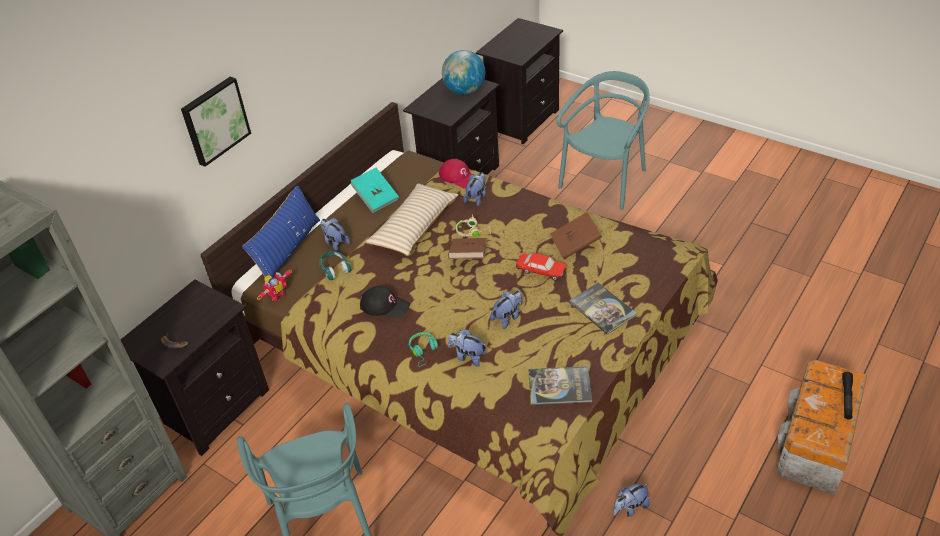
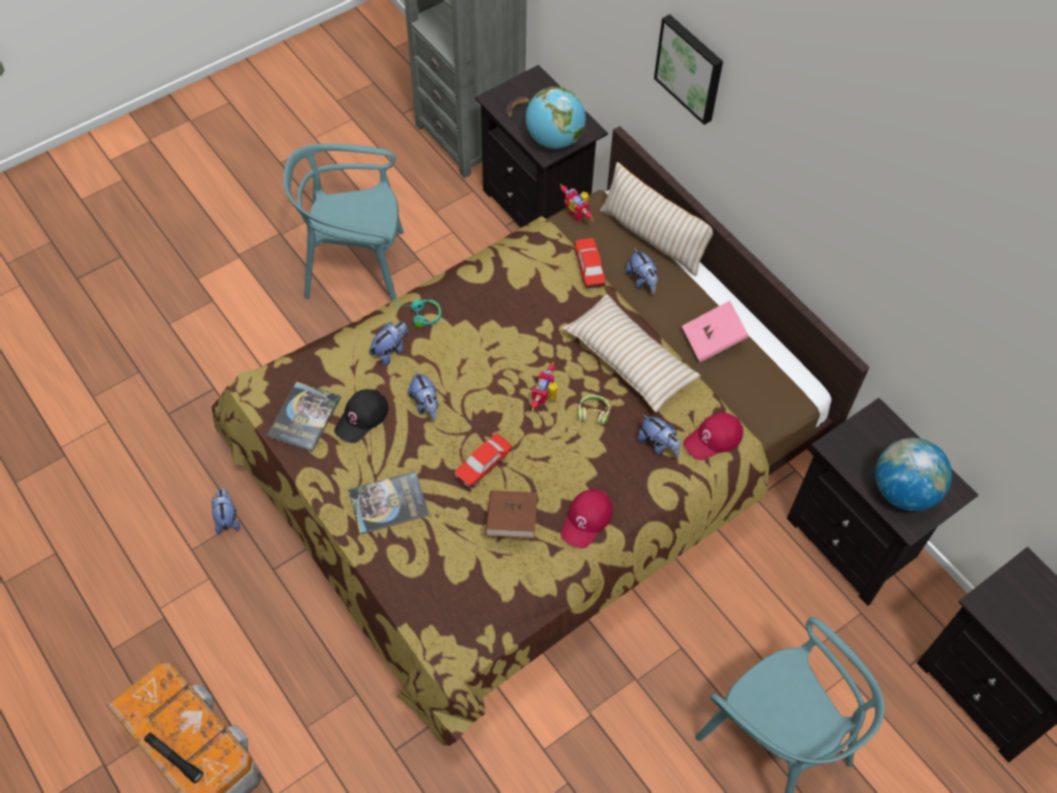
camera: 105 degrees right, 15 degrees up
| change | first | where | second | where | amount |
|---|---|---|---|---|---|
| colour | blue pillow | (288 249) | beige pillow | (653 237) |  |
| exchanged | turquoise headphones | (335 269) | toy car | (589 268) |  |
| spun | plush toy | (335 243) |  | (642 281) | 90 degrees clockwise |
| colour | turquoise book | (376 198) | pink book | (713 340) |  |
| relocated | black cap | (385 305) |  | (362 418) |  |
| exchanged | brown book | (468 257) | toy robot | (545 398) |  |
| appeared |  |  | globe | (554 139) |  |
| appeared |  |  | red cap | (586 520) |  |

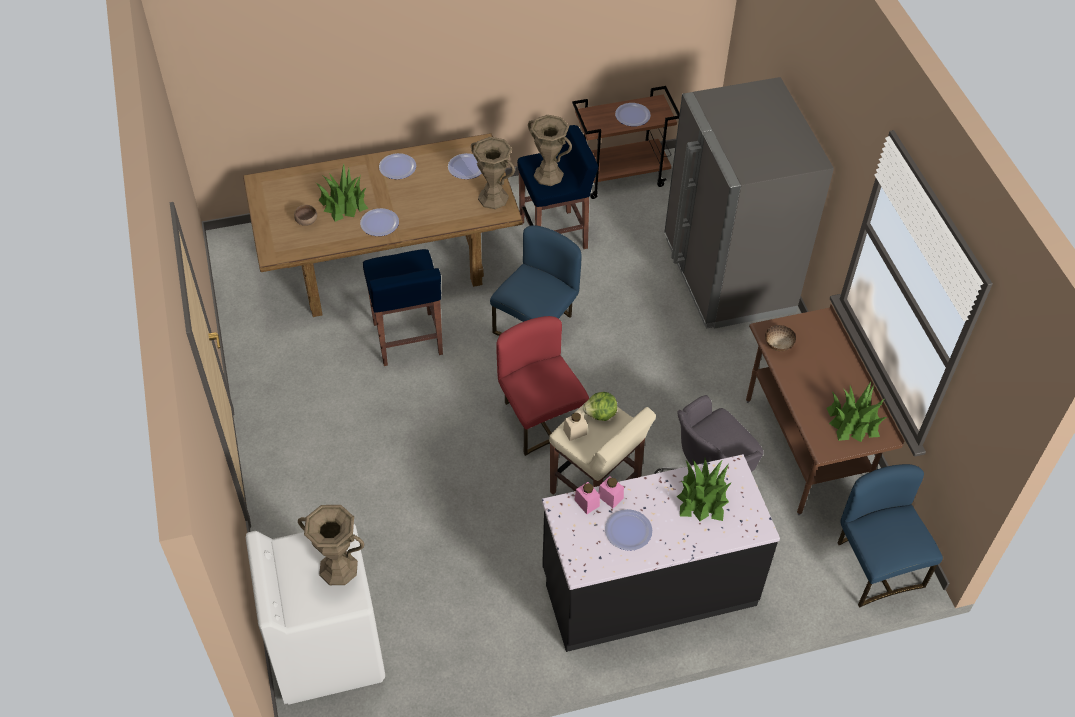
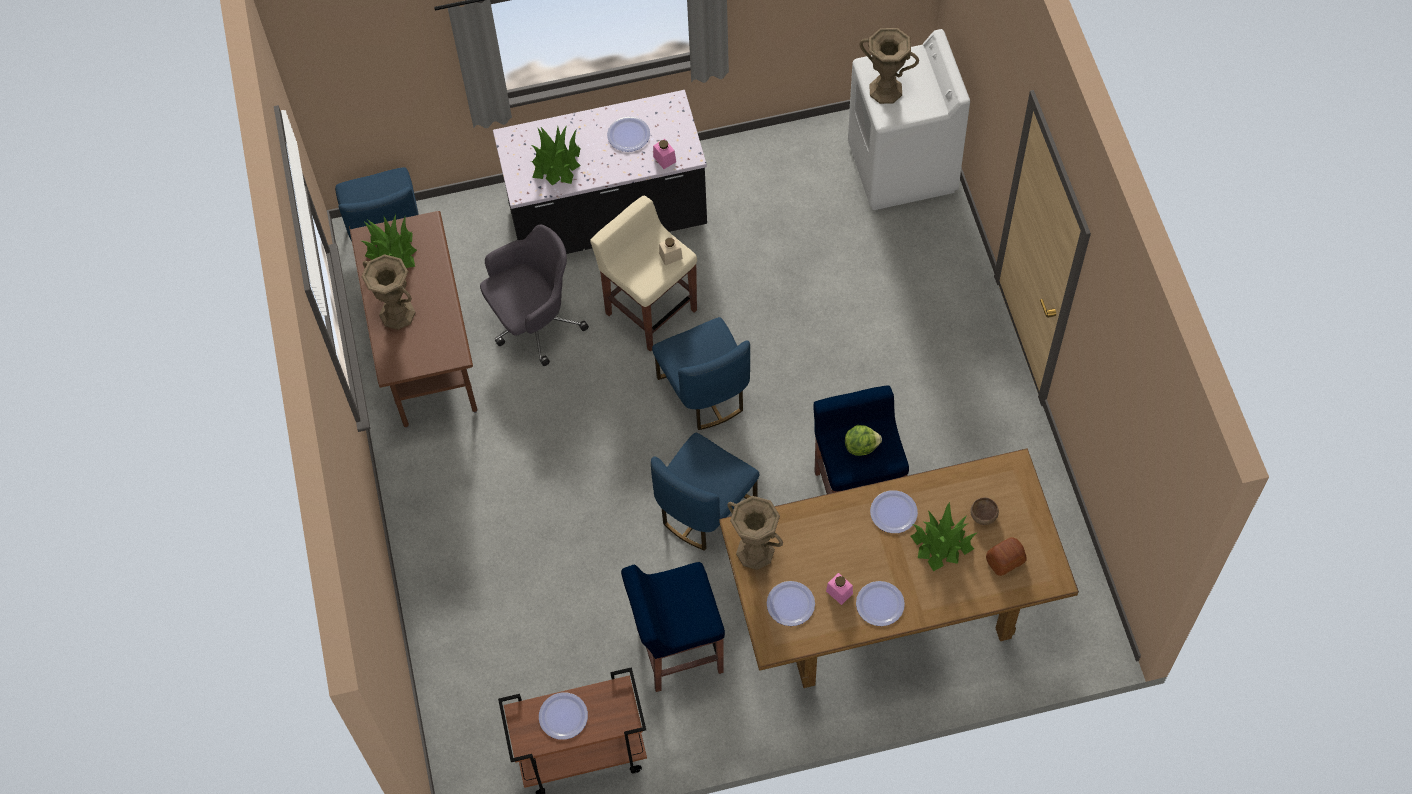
camera: 175 degrees left, 10 degrees up
| change | first | where | second | where | amount |
|---|---|---|---|---|---|
| colour | red chair | (540 418) | blue chair | (704 392) |  |
| relocated | brown vase | (548 175) |  | (397 314) |  |
| relocated | lettuce | (600 414) |  | (861 446) |  |
| relocated | pink jar | (610 497) |  | (839 592) |  |
| missing | grey fridge | (727 275) |  |  |  |
| missing | bowl | (778 345) |  |  |  |
| appeared |  |  | bread | (1004 560) |  |

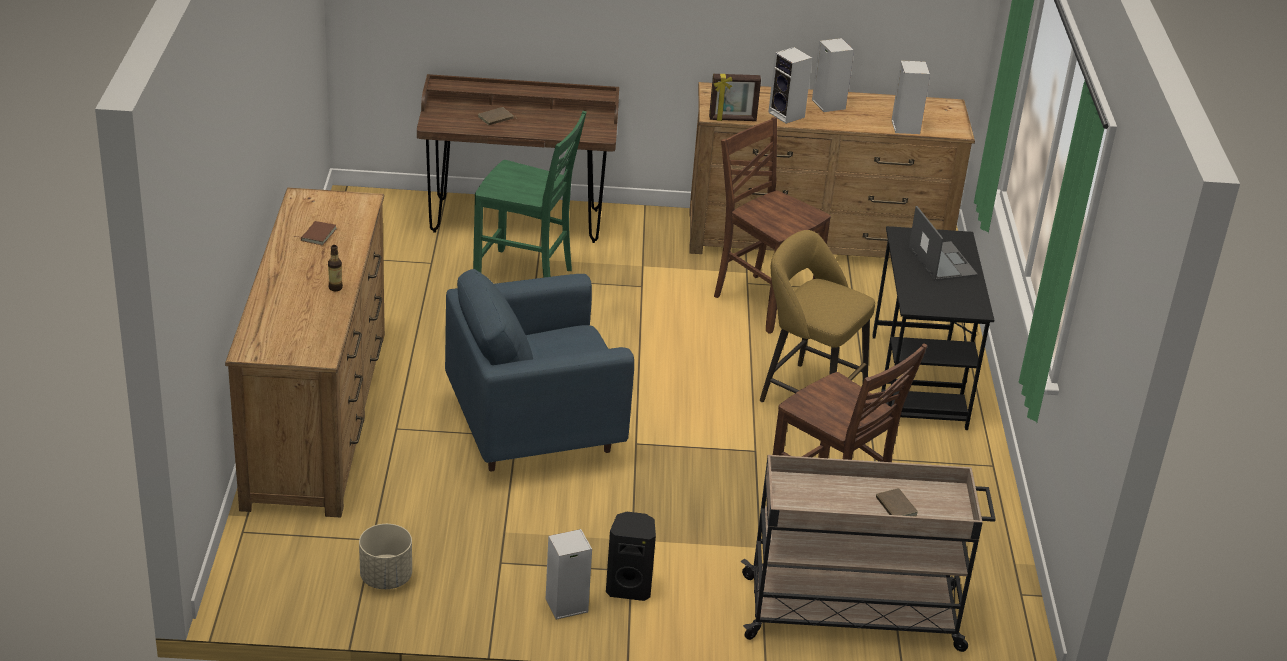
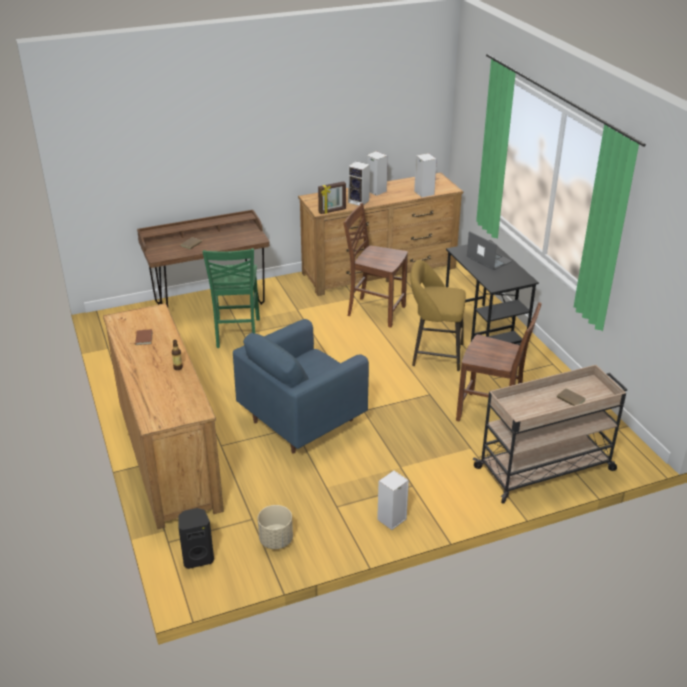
camera: 20 degrees left, 0 degrees up
| change | first | where | second | where | amount |
|---|---|---|---|---|---|
| spun | green chair | (525 276) |  | (236 334) | 90 degrees clockwise |
| relocated | black speaker | (629 587) |  | (198 557) |  |

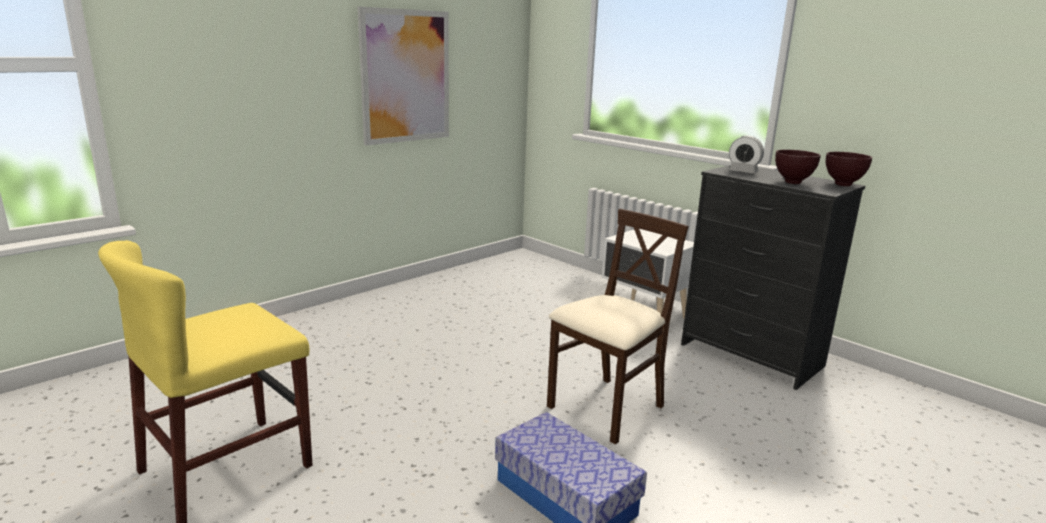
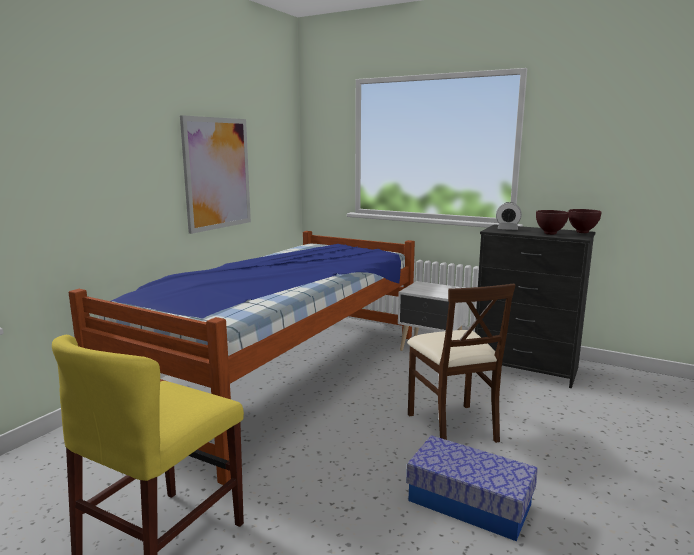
camera: 15 degrees left, 5 degrees down
| change | first | where | second | where | amount |
|---|---|---|---|---|---|
| spun | beige chair | (606 408) |  | (452 426) | 135 degrees clockwise |
| appeared |  |  | bed | (279 374) |  |

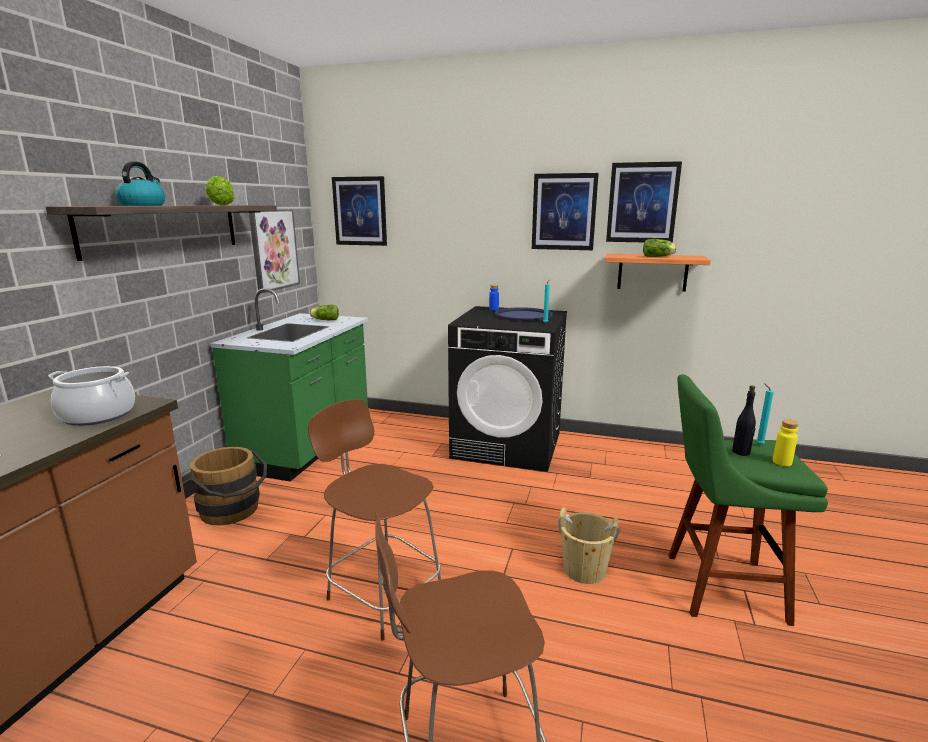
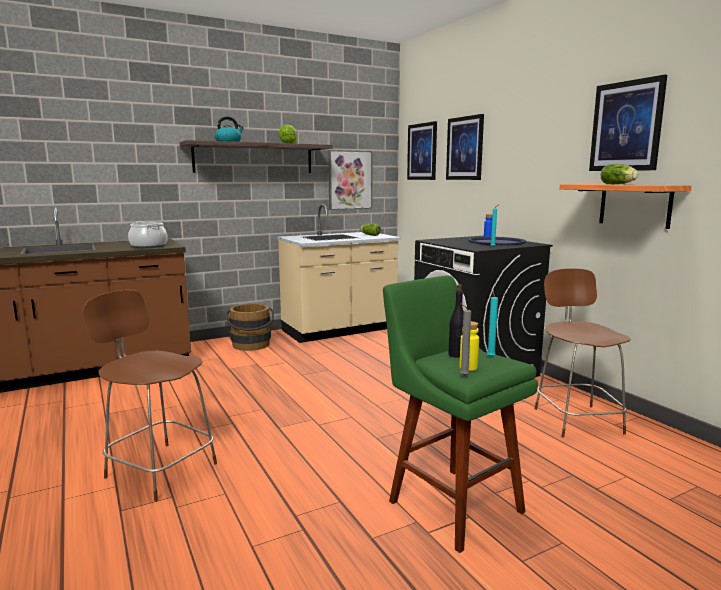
camera: 45 degrees right, 5 degrees down
| change | first | where | second | where | amount |
|---|---|---|---|---|---|
| colour | green counter | (308 447) | beige counter | (339 330) |  |
| relocated | brown chair | (382 593) |  | (576 419) |  |
| relocated | picture | (564 212) |  | (465 148) |  |
| missing | beige bucket | (584 570) |  |  |  |
| appeared |  |  | grey candle | (462 376) |  |

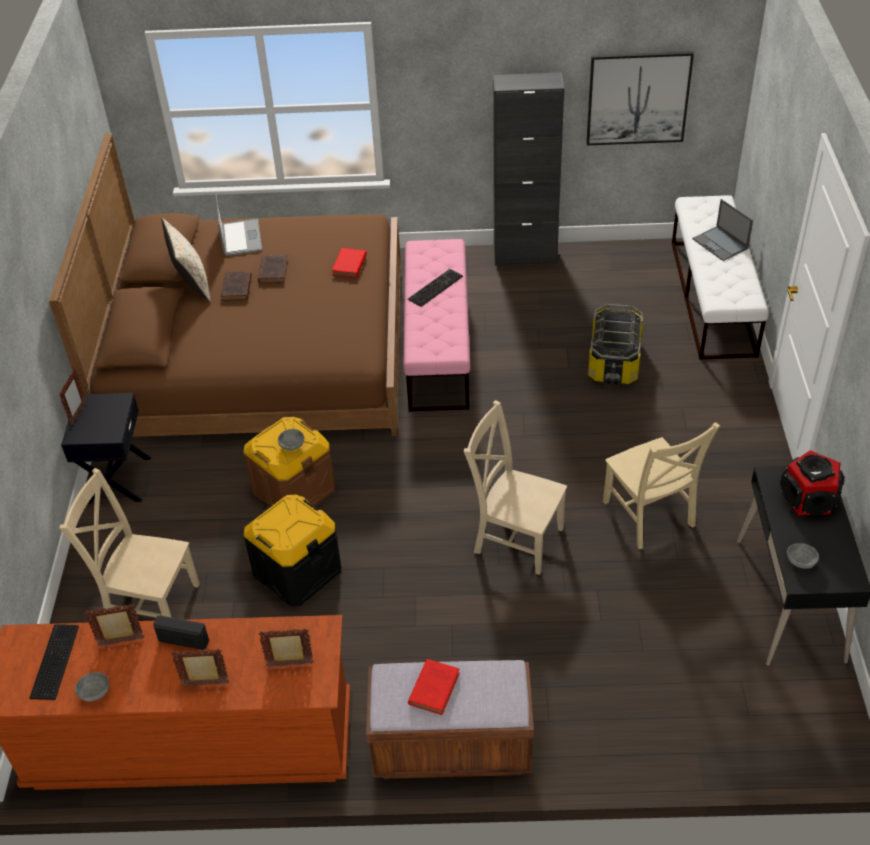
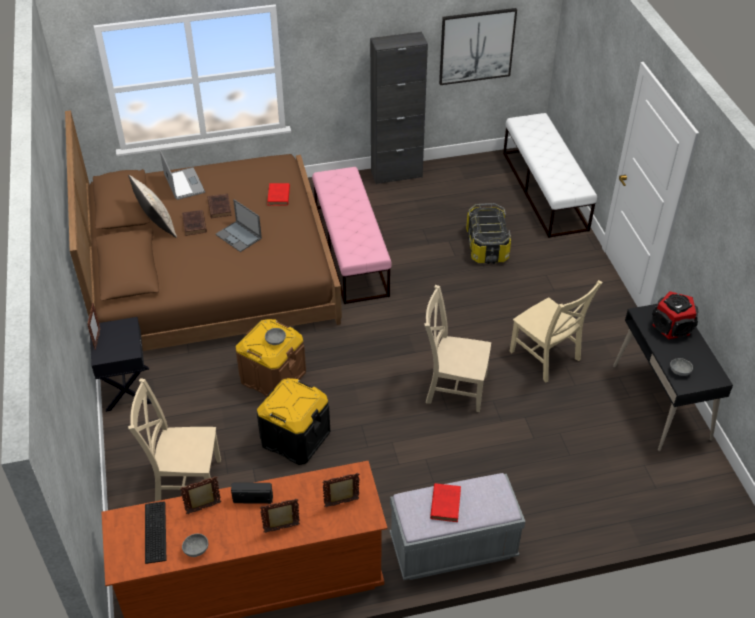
camera: 15 degrees left, 0 degrees up
| change | first | where | second | where | amount |
|---|---|---|---|---|---|
| colour | brown bench | (451 747) | grey bench | (453 548) |  |
| missing | keyboard | (434 287) |  |  |  |
| relocated | laptop | (720 244) |  | (239 236) |  |

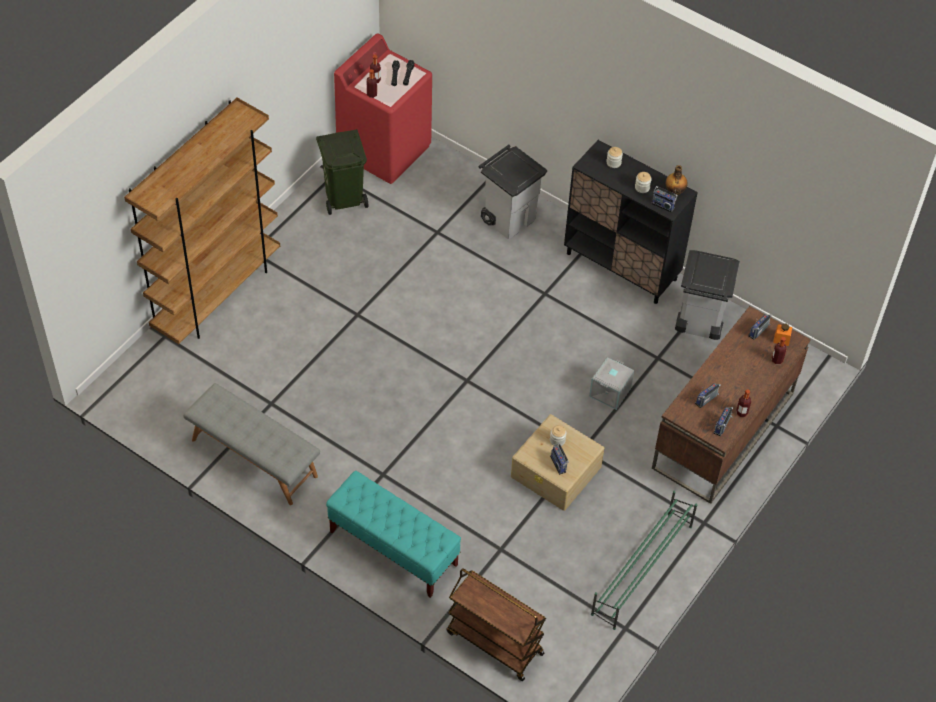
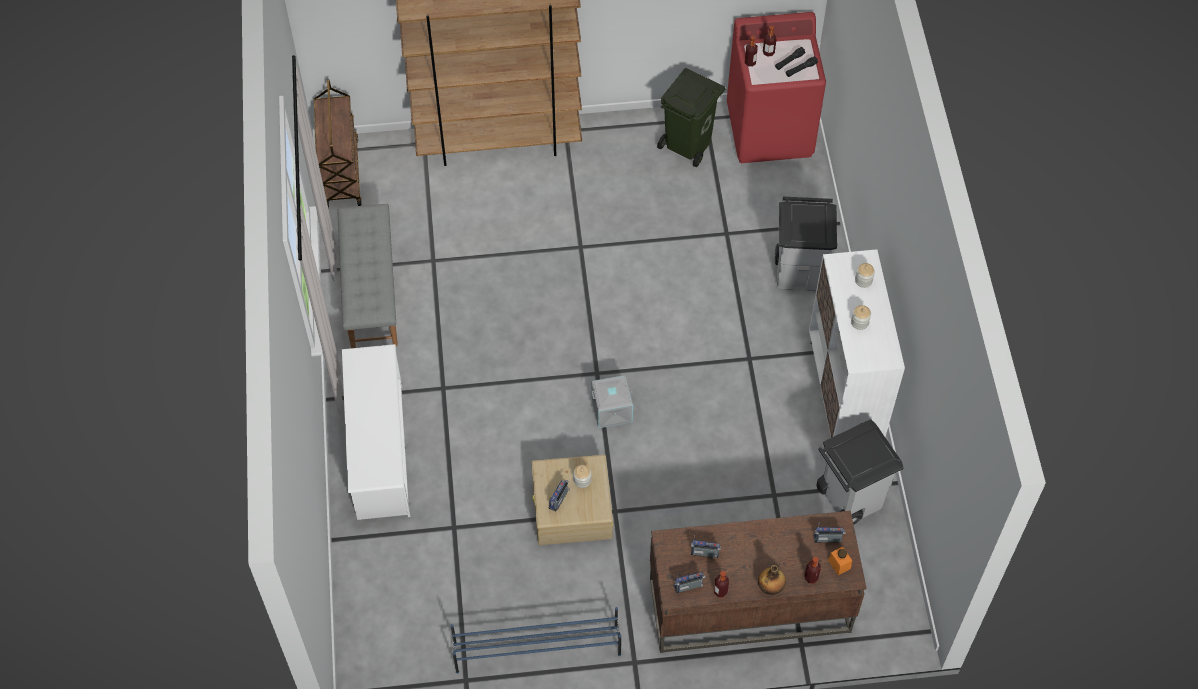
camera: 50 degrees right, 5 degrees up
| change | first | where | second | where | amount |
|---|---|---|---|---|---|
| exchanged | turquoise bench | (393 548) | white shoe rack | (379 451) |  |
| relocated | brown cart | (494 643) |  | (341 172) |  |
| colour | black cabinet | (622 266) | white cabinet | (844 392) |  |
| relocated | grey storage box | (610 392) |  | (611 411) |  |
| colour | green shoe rack | (641 570) | blue shoe rack | (536 649) |  |
| missing | radio | (663 205) |  |  |  |
| relocated | bottle | (675 191) |  | (770 587) |  |

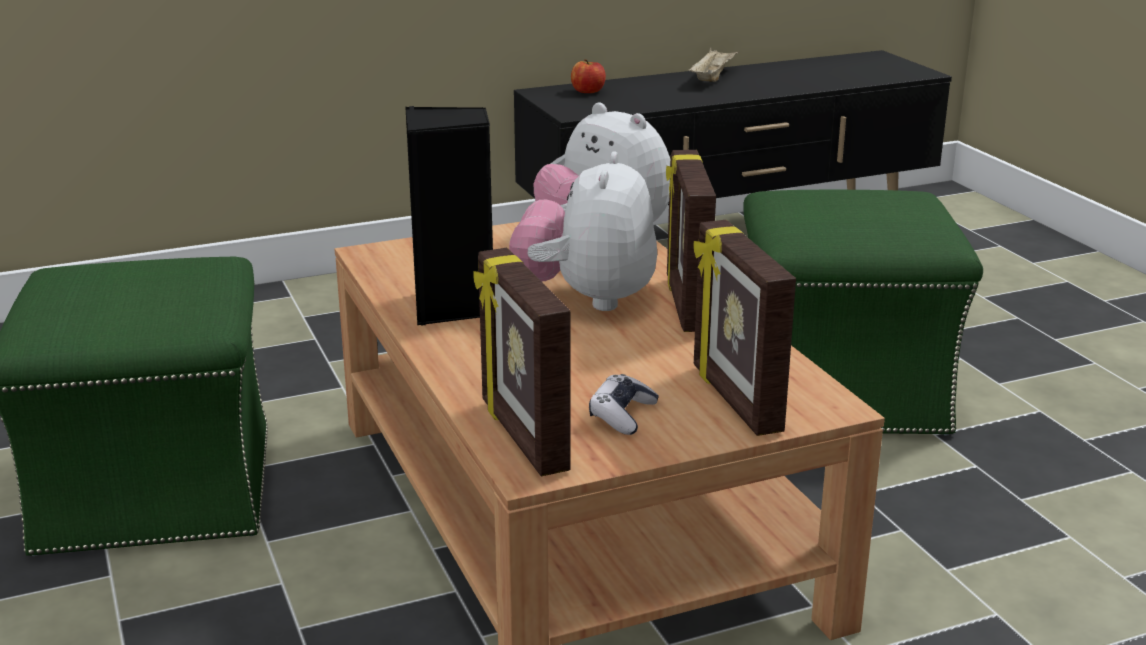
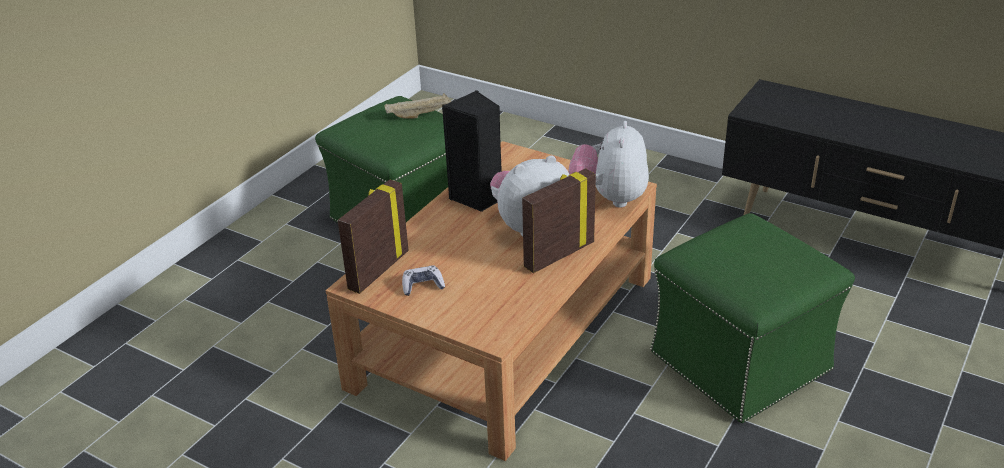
camera: 55 degrees right, 10 degrees up
| change | first | where | second | where | amount |
|---|---|---|---|---|---|
| missing | apple | (588 91) |  |  |  |
| relocated | beige tray | (712 78) |  | (420 115) |  |
| missing | picture frame | (734 399) |  |  |  |

